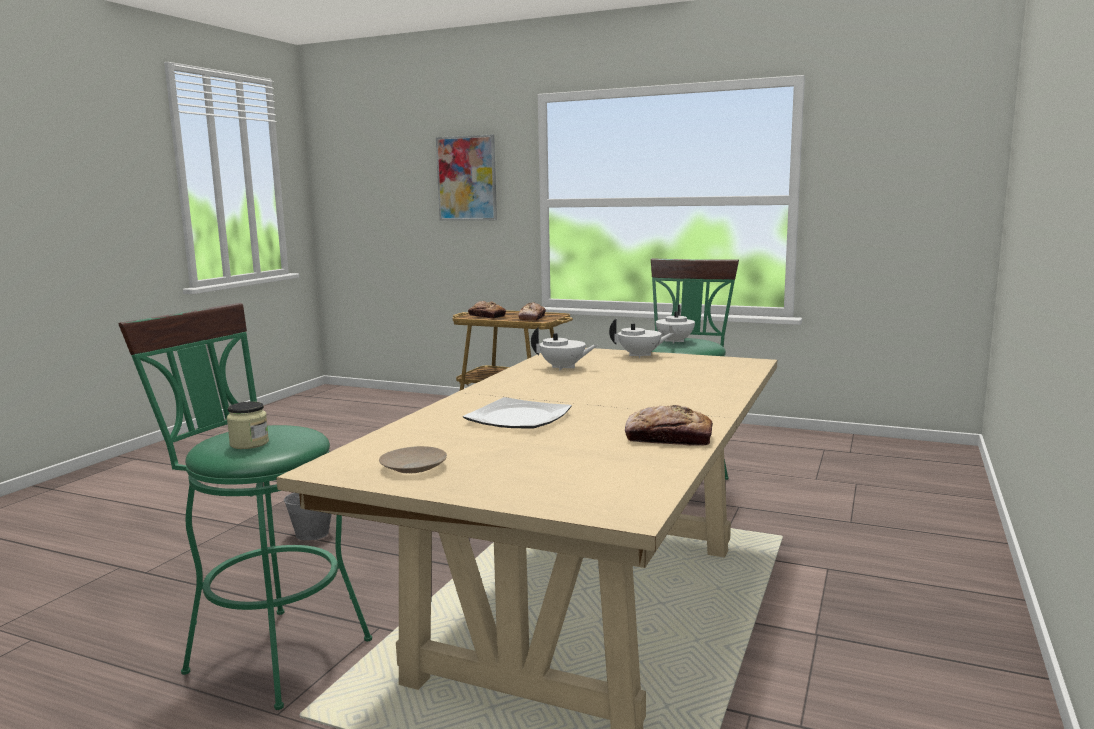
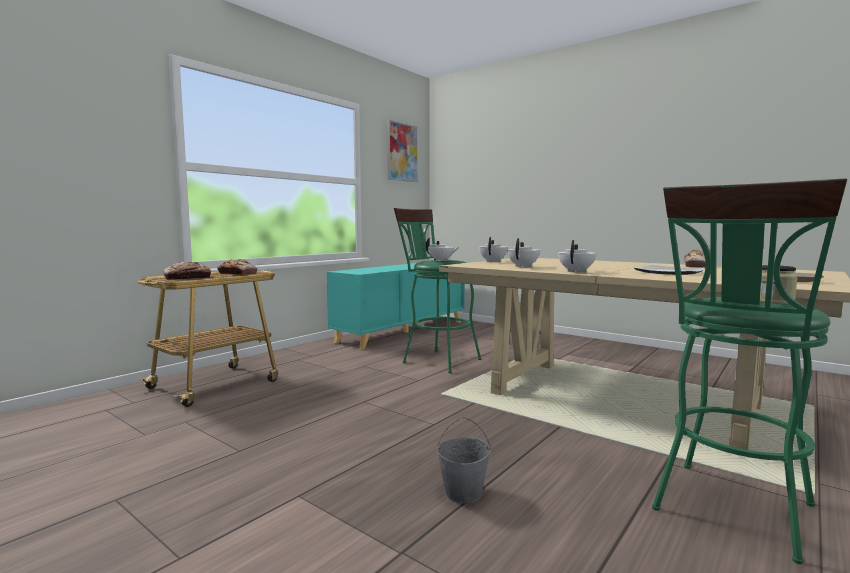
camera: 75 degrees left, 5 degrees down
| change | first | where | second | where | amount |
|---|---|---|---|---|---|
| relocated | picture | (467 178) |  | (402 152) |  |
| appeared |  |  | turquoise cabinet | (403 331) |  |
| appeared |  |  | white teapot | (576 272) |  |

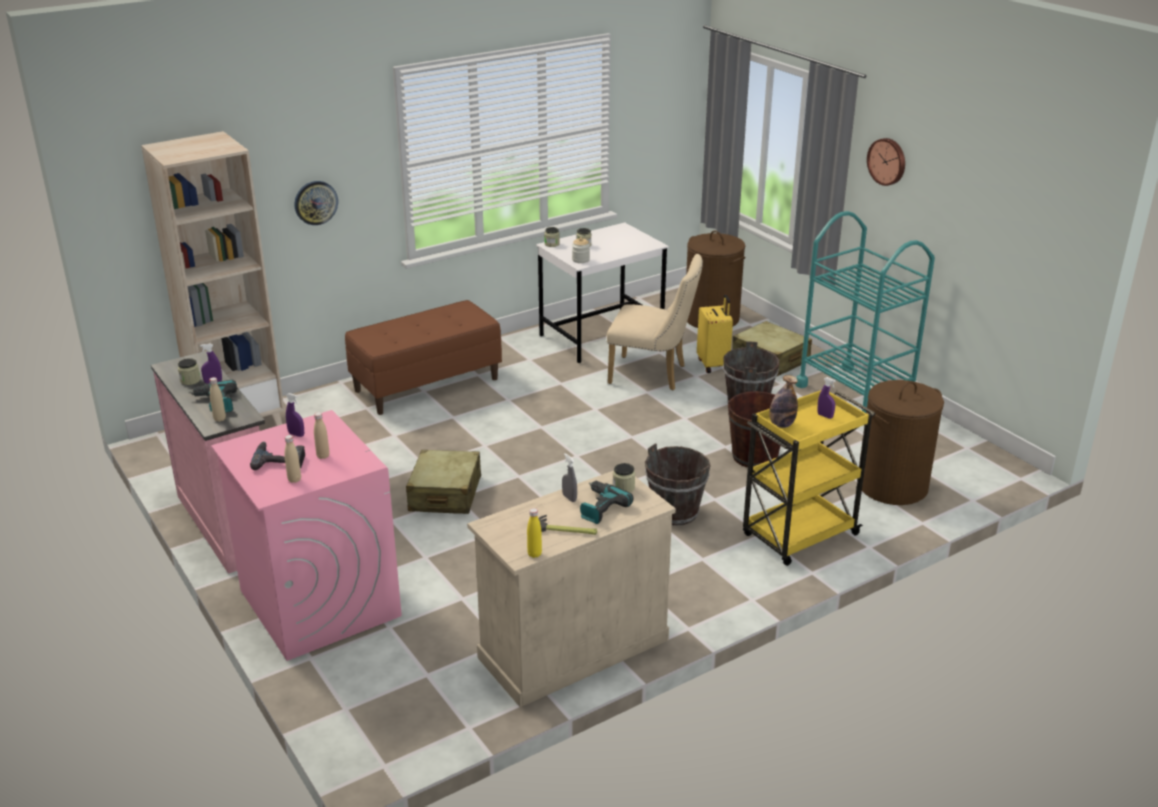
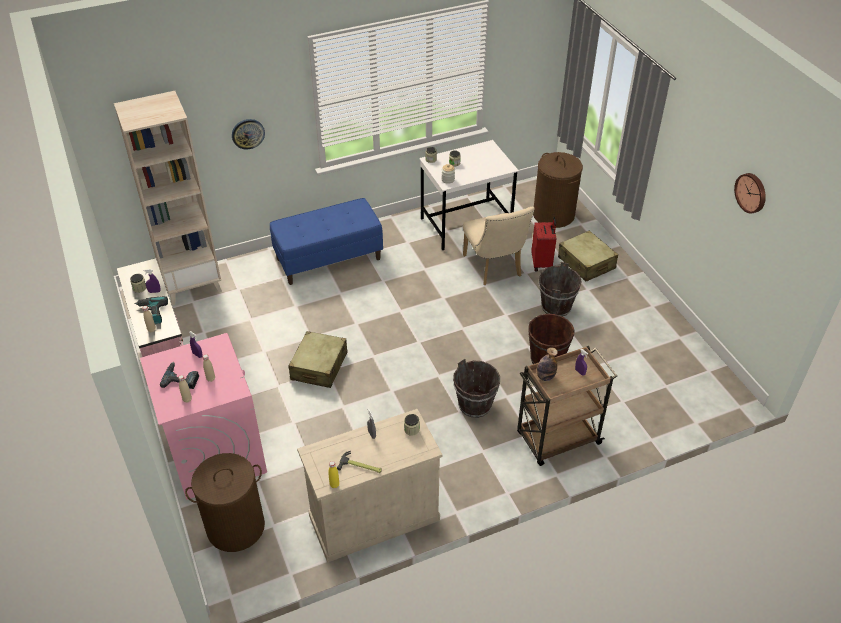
camera: 10 degrees right, 15 degrees up
| change | first | where | second | where | amount |
|---|---|---|---|---|---|
| colour | brown bench | (427 384) | blue bench | (329 259) |  |
| missing | power drill | (600 508) |  |  |  |
| spun | beige chair | (653 375) |  | (494 269) | 45 degrees clockwise |
| colour | yellow suitcase | (714 364) | red suitcase | (542 263) |  |
| colour | yellow cart | (798 536) | brown cart | (557 439) |  |
| missing | turquoise cart | (854 394) |  |  |  |
| relocated | brown laundry basket | (892 486) |  | (235 527) |  |
| relocated | wall clock | (887 161) |  | (751 192) |  |

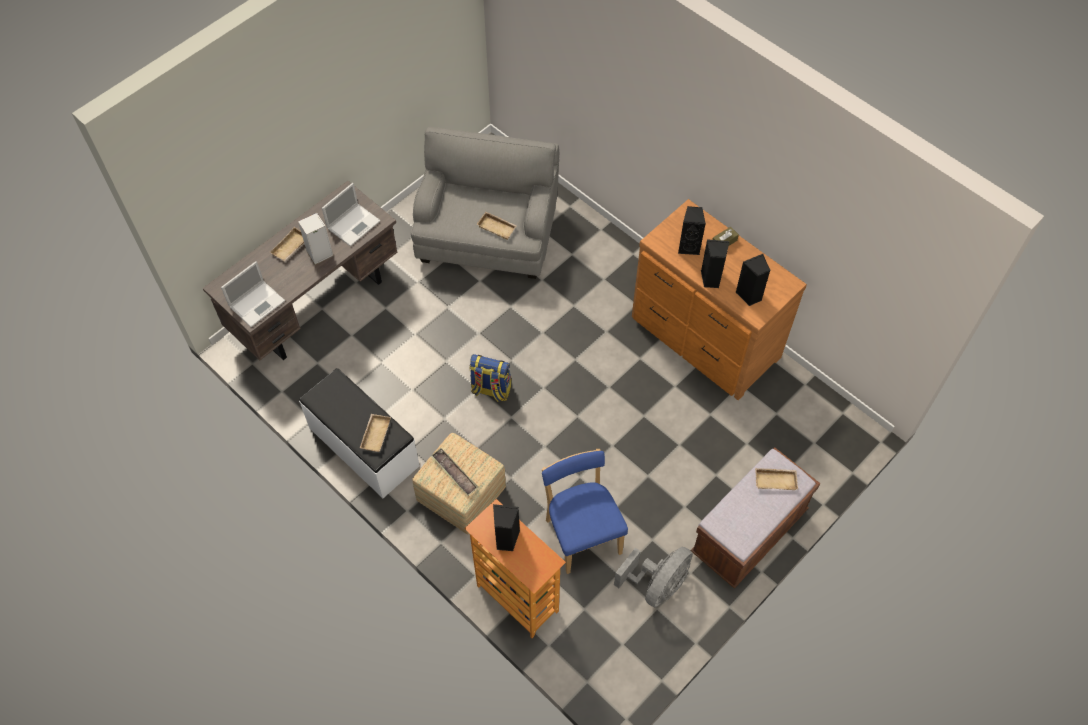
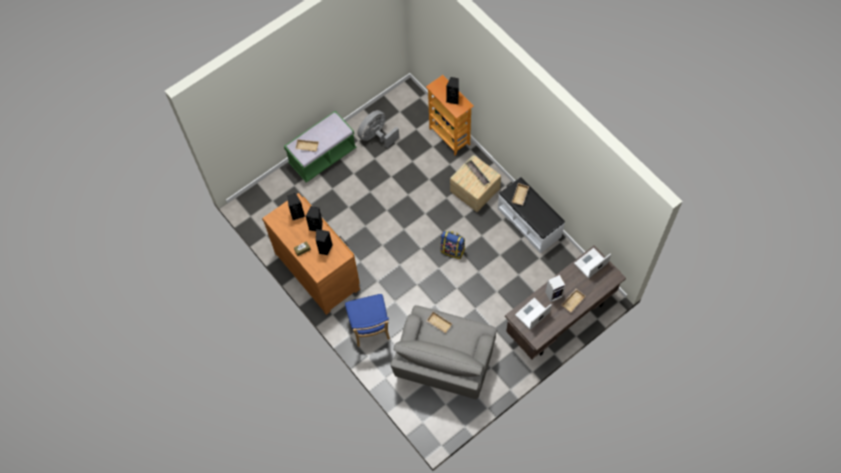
camera: 170 degrees left, 5 degrees up
| change | first | where | second | where | amount |
|---|---|---|---|---|---|
| relocated | blue chair | (581 533) |  | (370 329) |  |
| colour | brown bench | (748 533) | green bench | (322 157) |  |

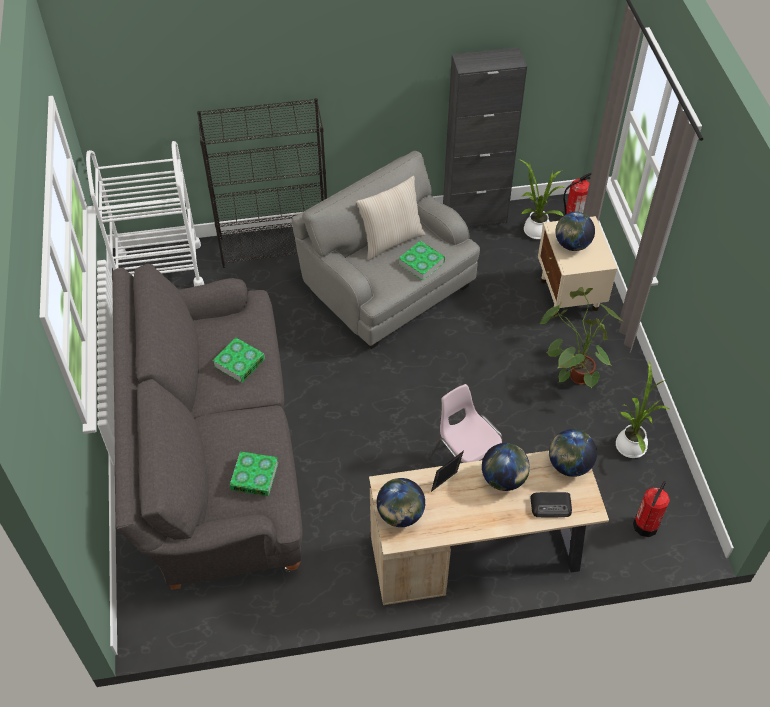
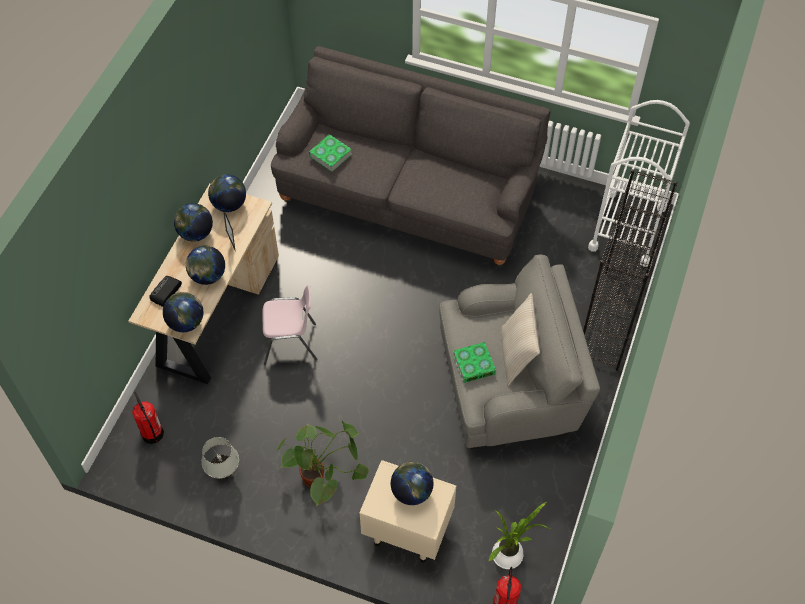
camera: 120 degrees right, 5 degrees up
| change | first | where | second | where | amount |
|---|---|---|---|---|---|
| missing | book | (239 362) |  |  |  |
| missing | black cabinet | (474 217) |  |  |  |
| exchanged | potted plant | (631 444) | white table lamp | (224 473) |  |
| appeared |  |  | globe | (196 233) |  |

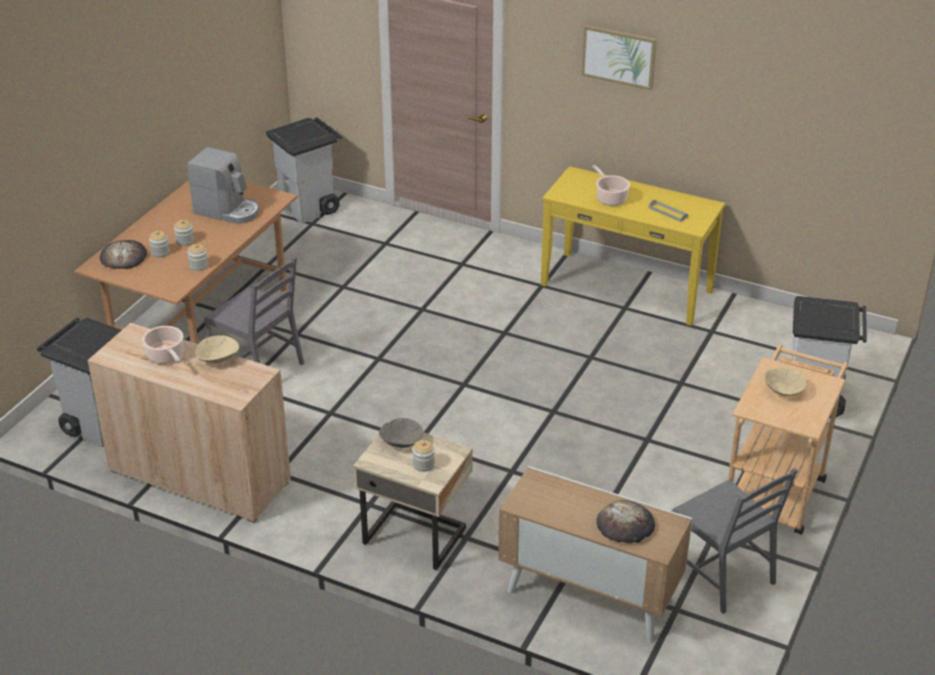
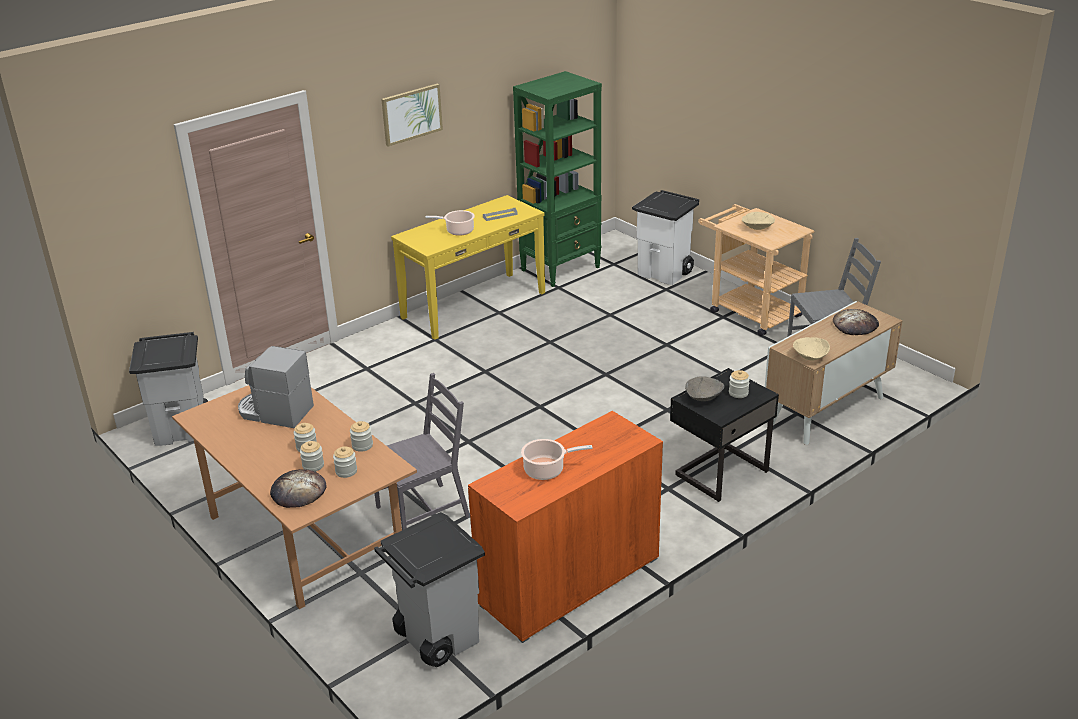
camera: 65 degrees left, 5 degrees down
| change | first | where | second | where | amount |
|---|---|---|---|---|---|
| colour | beige cabinet | (200 476) | orange cabinet | (569 581) |  |
| spun | coffee machine | (228 210) |  | (274 412) | 120 degrees counterclockwise |
| relocated | beige bowl | (218 359) |  | (810 357) |  |
| colour | beige nightstand | (415 534) | black nightstand | (719 473) |  |
| appeared |  |  | jar | (346 471) |  |
| appeared |  |  | green bookcase | (561 268) |  |

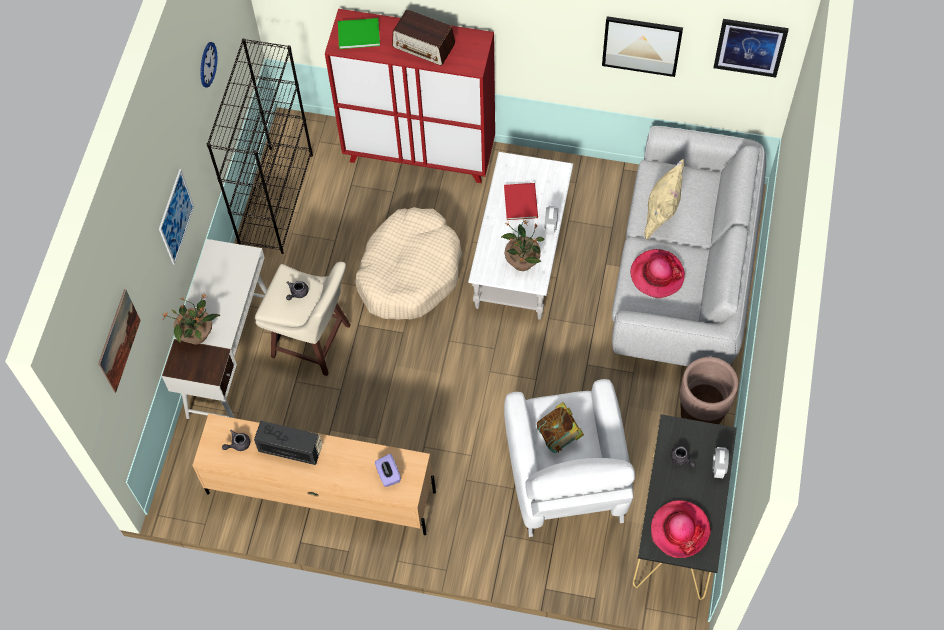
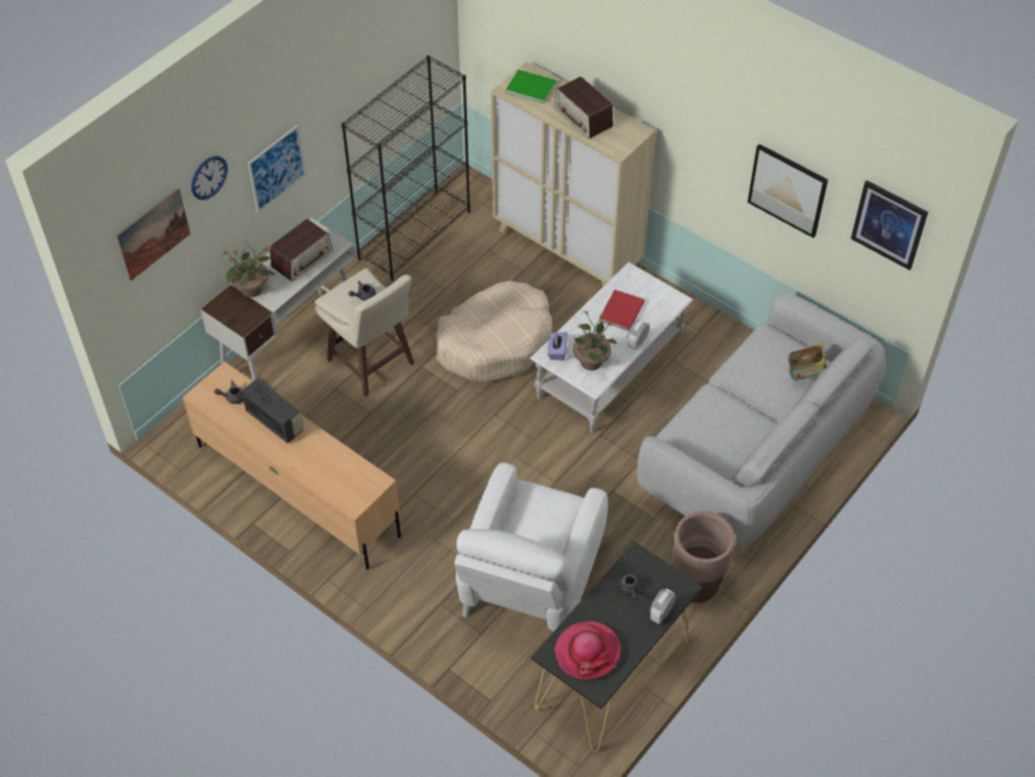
camera: 25 degrees right, 10 degrees down
| change | first | where | second | where | amount |
|---|---|---|---|---|---|
| relocated | wall clock | (207 64) |  | (208 177) |  |
| colour | red cabinet | (420 154) | beige cabinet | (567 249) |  |
| relocated | purple tissue box | (388 475) |  | (557 351) |  |
| relocated | book | (559 435) |  | (806 374) |  |
| missing | hat | (657 275) |  |  |  |
| missing | beige pillow | (661 215) |  |  |  |
| appeared |  |  | radio | (302 259) |  |

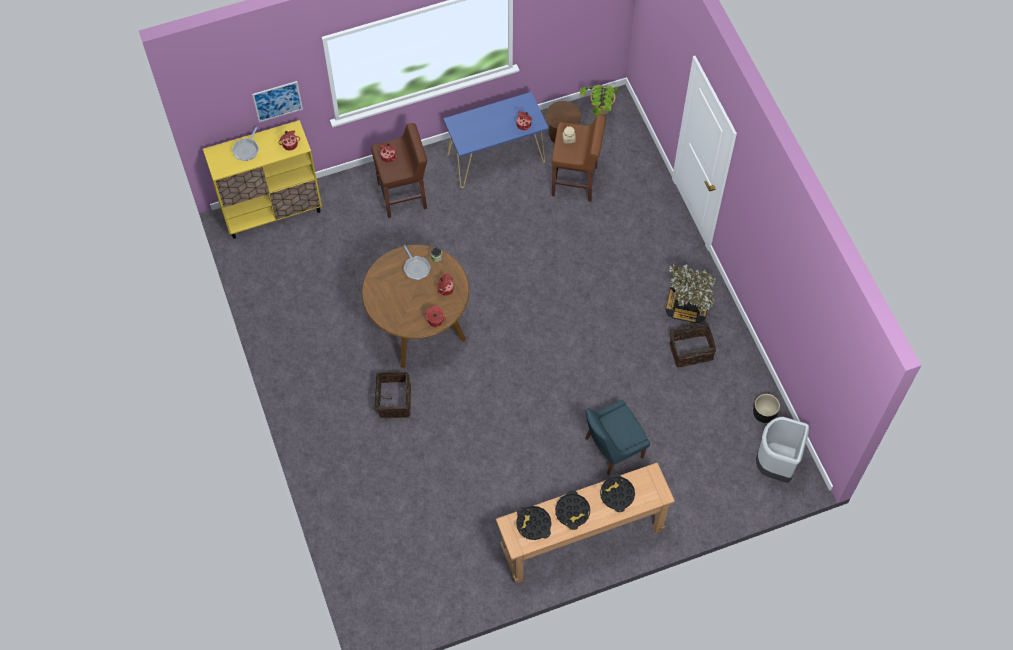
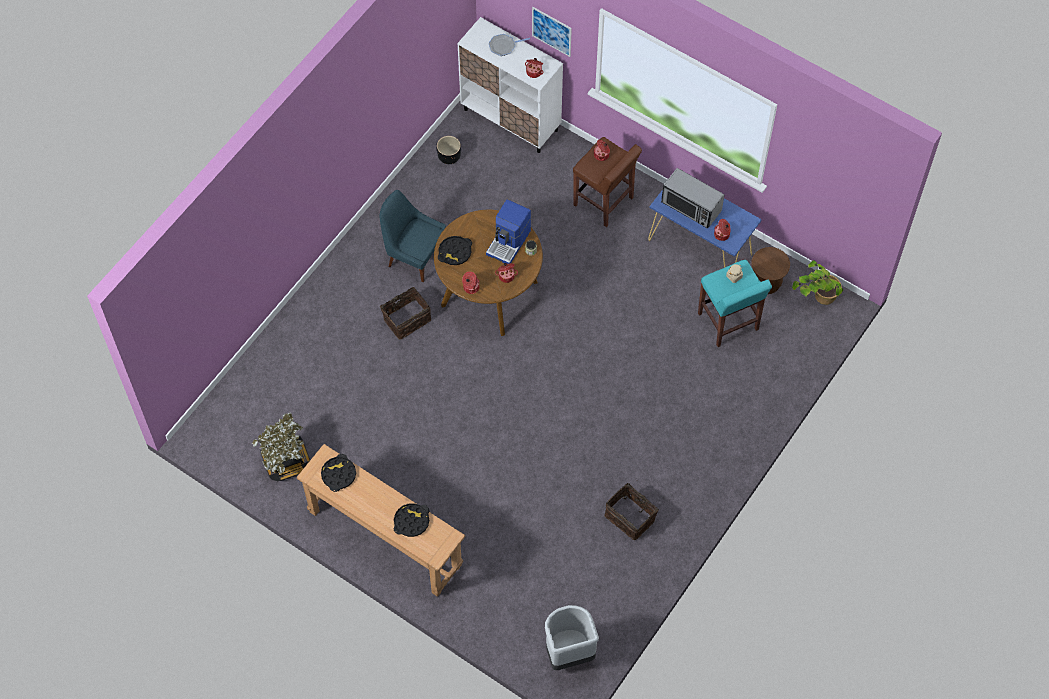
camera: 55 degrees right, 0 degrees up
| change | first | where | second | where | amount |
|---|---|---|---|---|---|
| colour | yellow cabinet | (272 212) | white cabinet | (511 120) |  |
| exchanged | frying pan | (416 268) | coffee machine | (509 242) |  |
| colour | brown stool | (575 181) | turquoise stool | (728 322) |  |
| relocated | black tray | (572 511) |  | (455 252) |  |
| relocated | blue chair | (611 448) |  | (414 256) |  |
| relocated | potted plant | (686 306) |  | (286 461) |  |
| relocated | black planter | (763 414) |  | (449 157) |  |
| appeared |  |  | microwave | (691 206) |  |

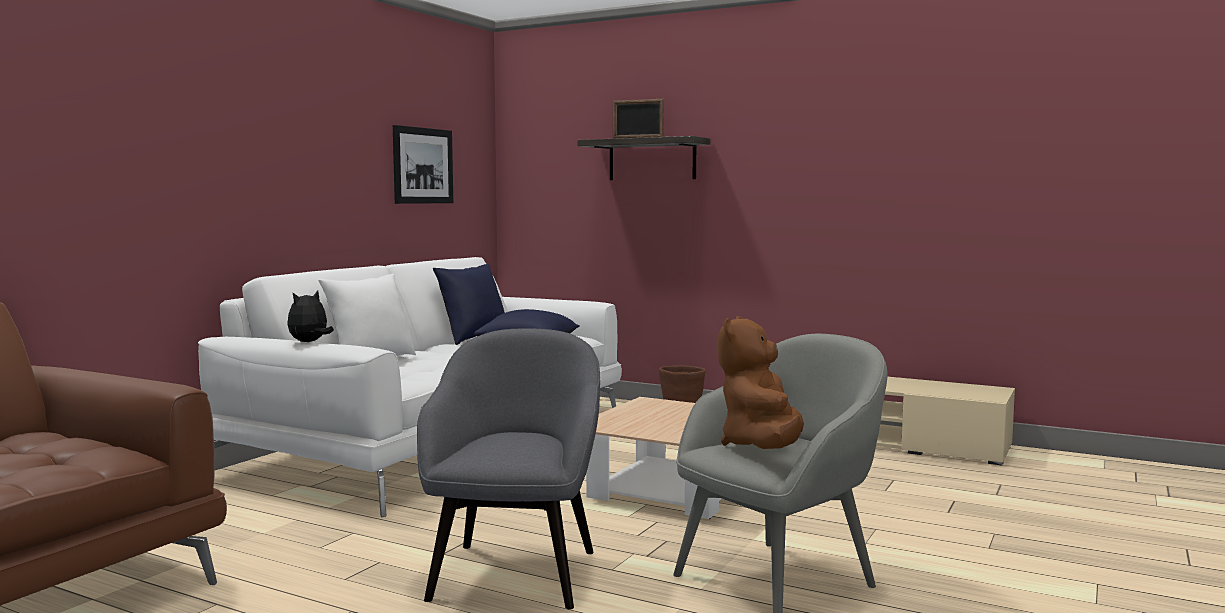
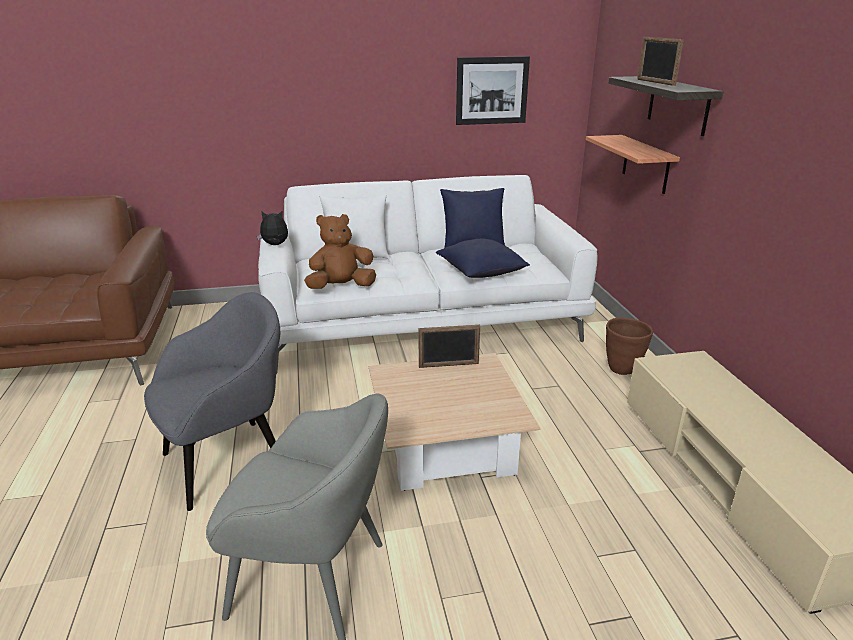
camera: 50 degrees right, 20 degrees up
| change | first | where | second | where | amount |
|---|---|---|---|---|---|
| relocated | brown plush toy | (762 447) |  | (341 287) |  |
| appeared |  |  | picture frame | (448 365) |  |
| appeared |  |  | shelf | (645 164) |  |

